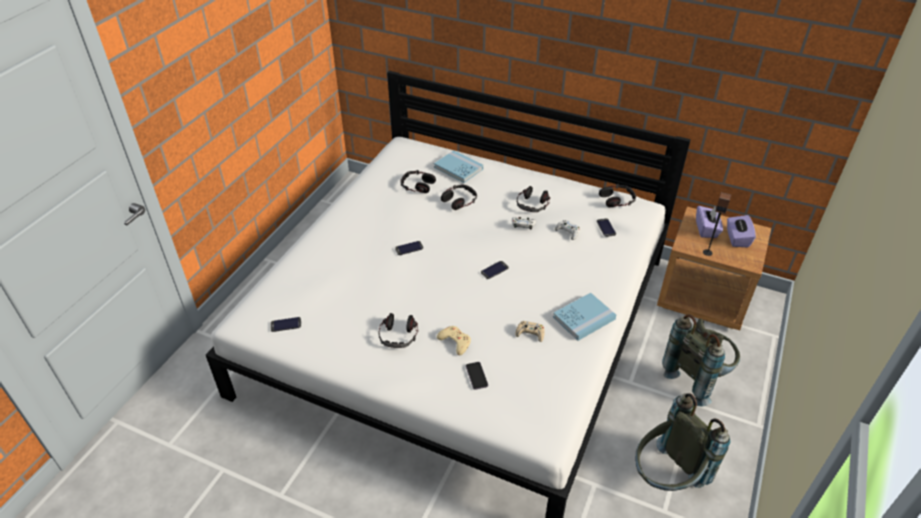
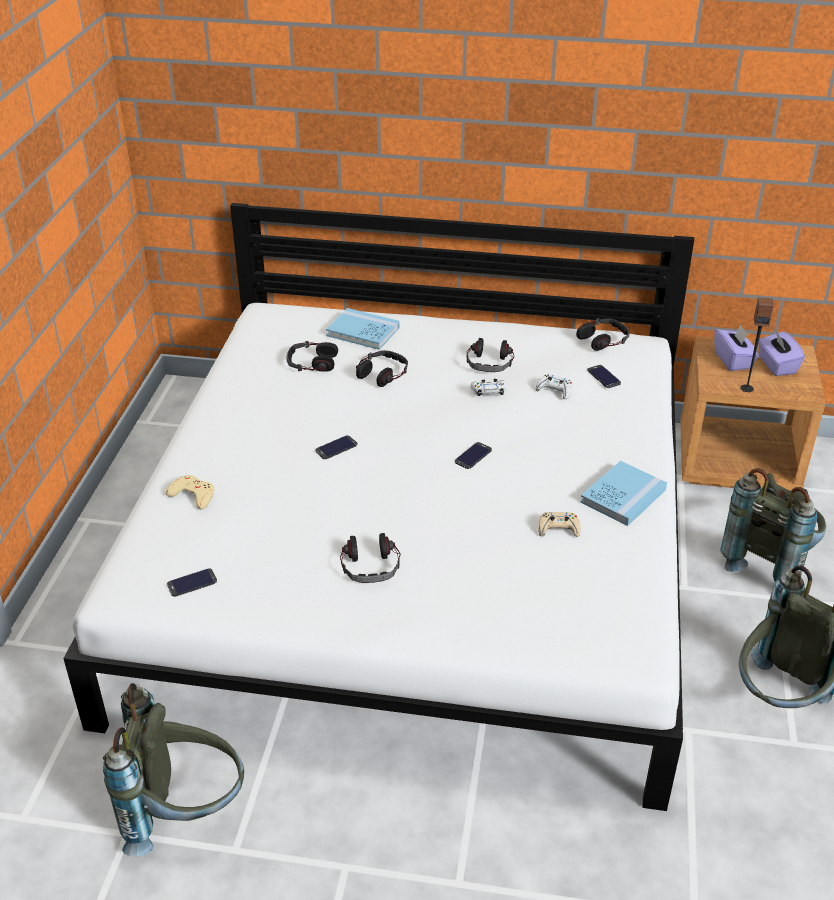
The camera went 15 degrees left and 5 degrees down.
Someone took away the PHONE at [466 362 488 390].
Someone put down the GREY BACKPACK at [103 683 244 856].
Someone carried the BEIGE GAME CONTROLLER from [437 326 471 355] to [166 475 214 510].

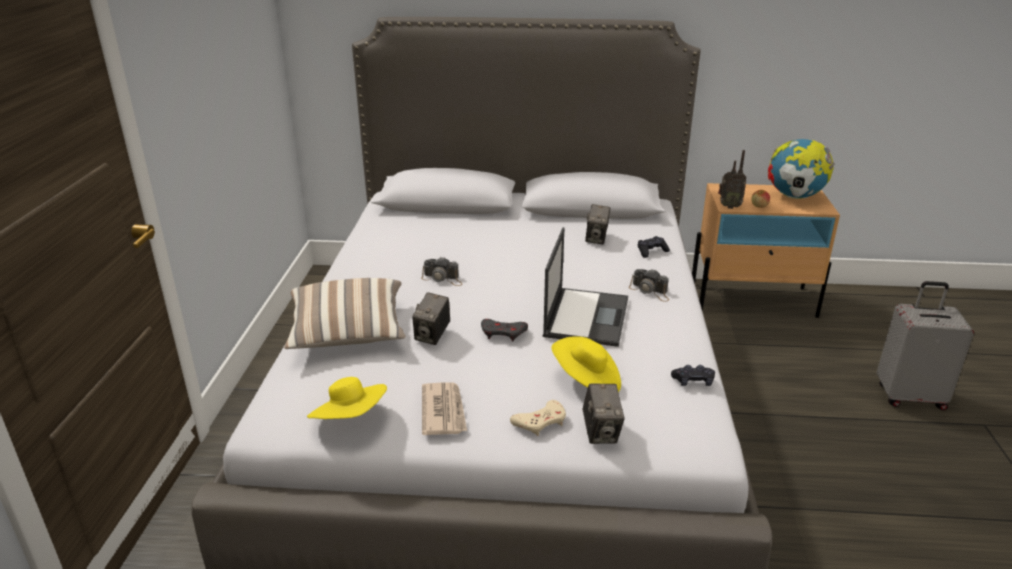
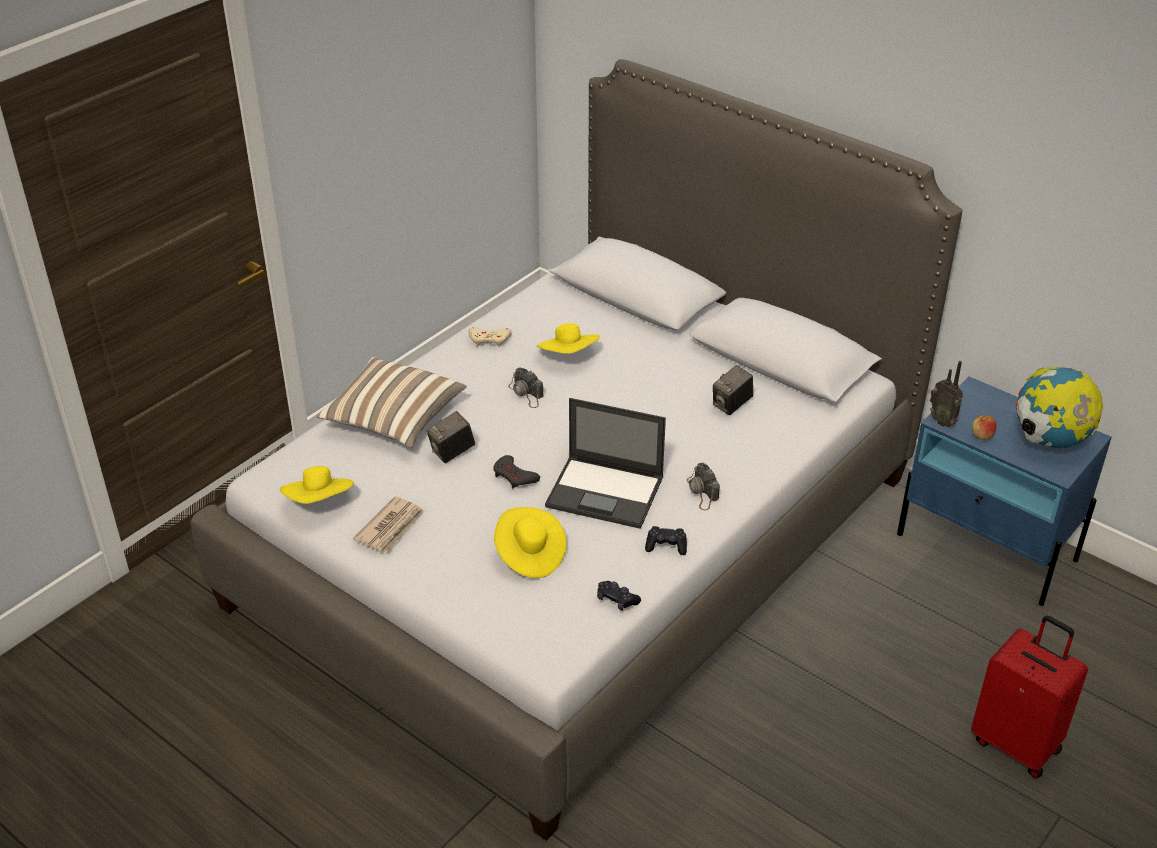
The camera went 35 degrees right and 10 degrees up.
Someone took away the PHOTO CAMERA at [582 384 625 444].
Someone put down the YELLOW HAT at [536 323 600 354].
Someone carried the BEIGE GAME CONTROLLER from [510 400 566 436] to [468 327 512 347].
Someone carried the BLACK GAME CONTROLLER from [638 236 670 258] to [645 526 687 555].
Someone repainted the BEIGE NIGHTSTAND at [692 183 840 318], which became the BLUE NIGHTSTAND at [897 376 1112 606].
Someone repainted the GREY SUITCASE at [877 281 974 410], which became the RED SUITCASE at [971 616 1088 778].
Someone rotated the LAPTOP at [543 227 628 347] by 60 degrees clockwise.

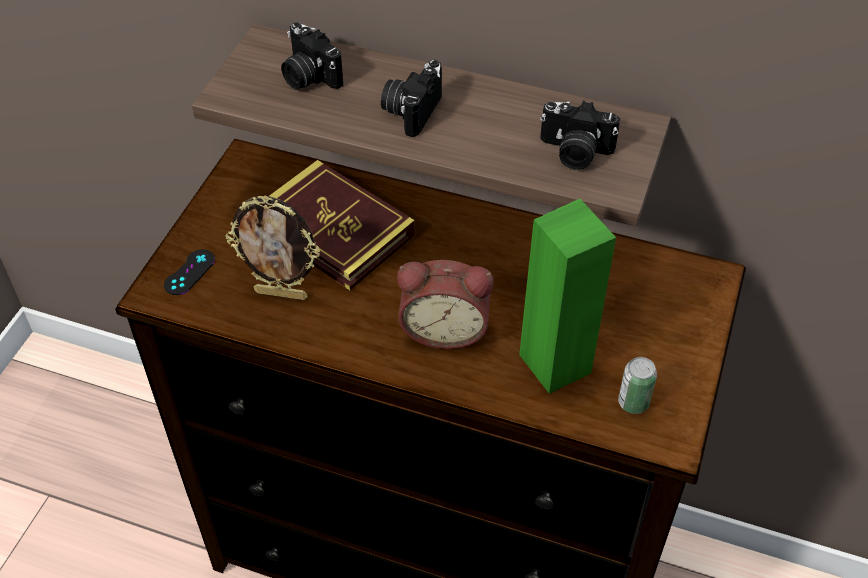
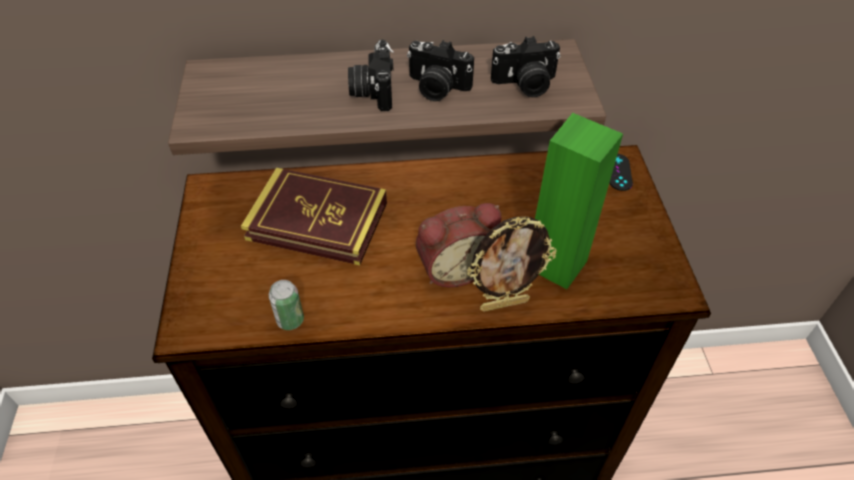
The camera went 25 degrees left and 0 degrees up.
Someone carried the BLACK GAME CONTROLLER from [164 249 215 295] to [609 154 633 191].
Someone carried the PICTURE FRAME from [225 195 320 300] to [467 217 557 312].
Someone carried the PHOTO CAMERA from [281 22 343 90] to [407 40 474 101].
Someone carried the CAN from [618 357 657 414] to [269 280 304 330].

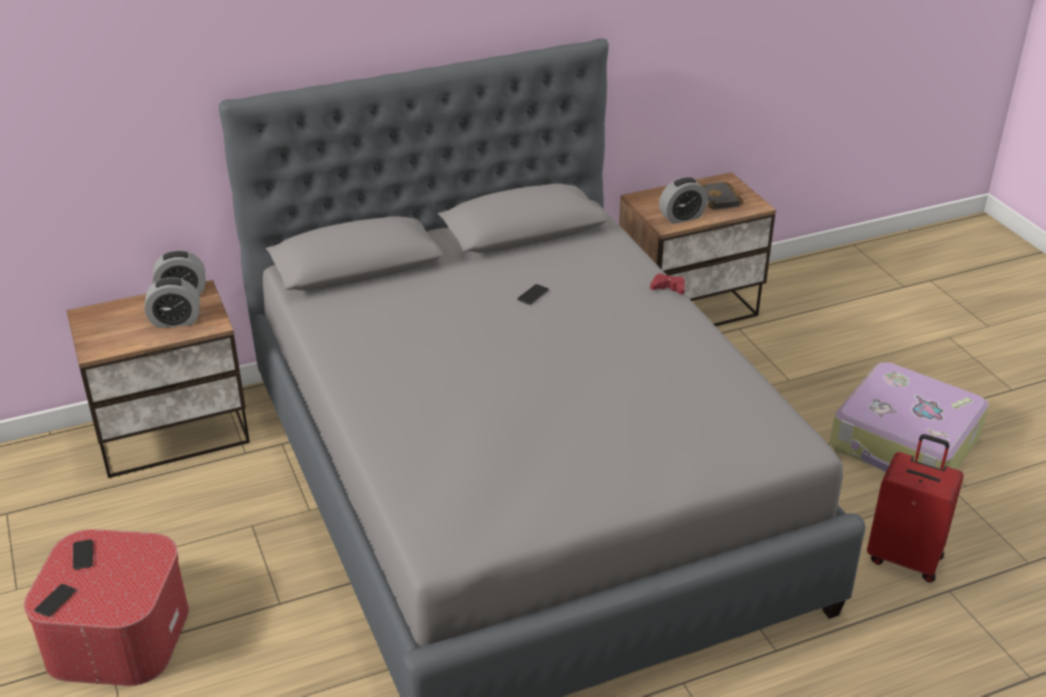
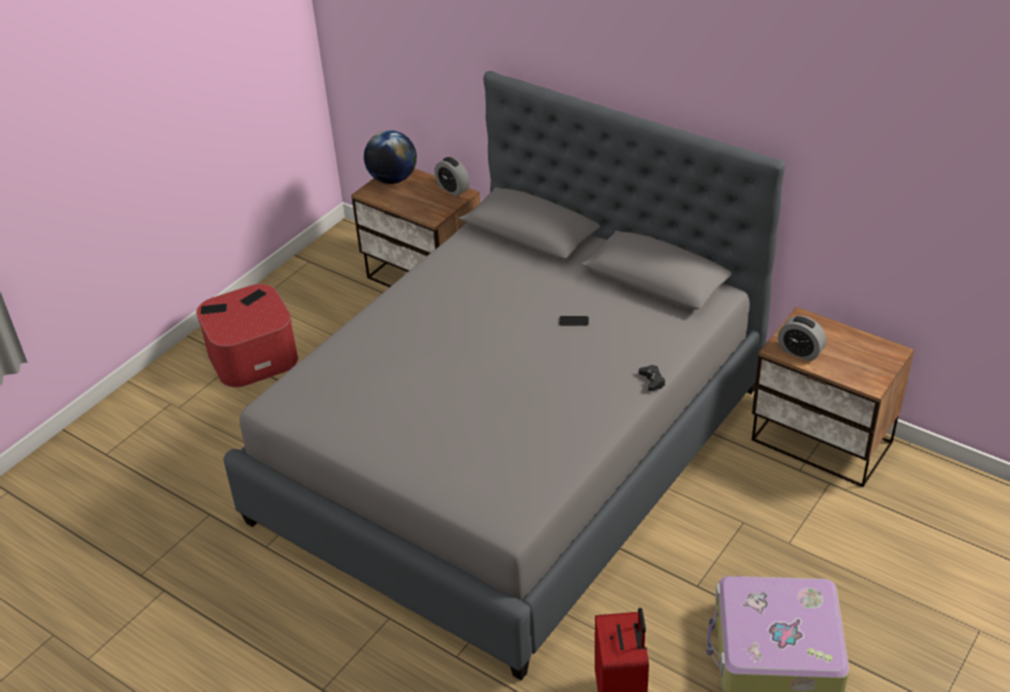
The camera went 60 degrees right and 5 degrees up.
Someone took away the ALARM CLOCK at [145 278 200 328].
Someone took away the BLACK BOOK at [701 182 744 210].
Someone put down the GLOBE at [364 130 417 184].
Someone repainted the RED GAME CONTROLLER at [650 273 685 295], which became the BLACK GAME CONTROLLER at [639 365 665 391].

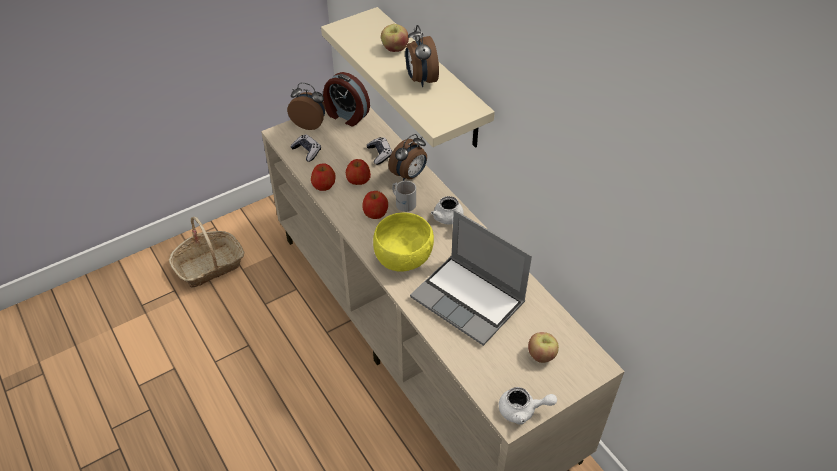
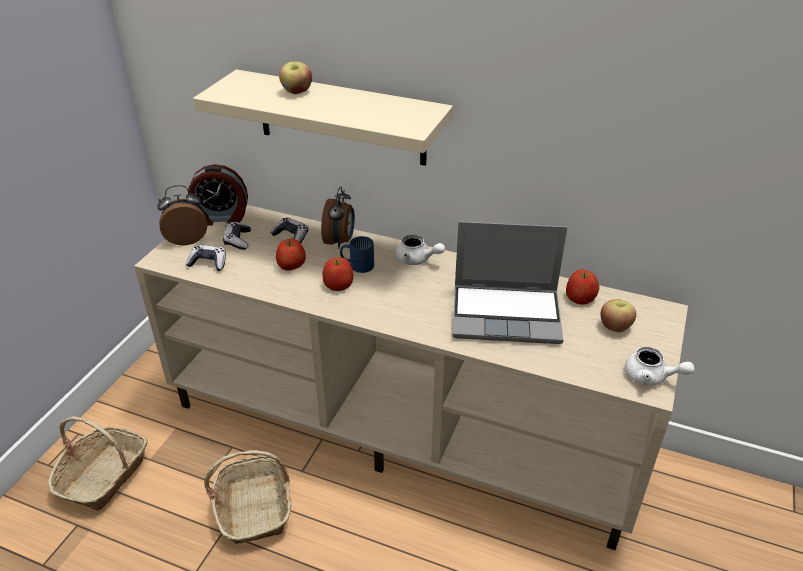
The camera went 35 degrees left and 10 degrees down.
Someone took away the YELLOW BOWL at [373 213 434 272].
Someone took away the ALARM CLOCK at [405 25 439 87].
Someone put down the BASKET at [204 450 292 544].
Someone put down the GAME CONTROLLER at [223 222 251 250].
Someone carried the APPLE from [311 163 335 191] to [566 270 599 305].
Someone repainted the WHITE MUG at [392 181 416 212], which became the BLUE MUG at [340 236 374 273].
Someone rotated the WHITE TEAPOT at [499 387 557 424] by 60 degrees clockwise.

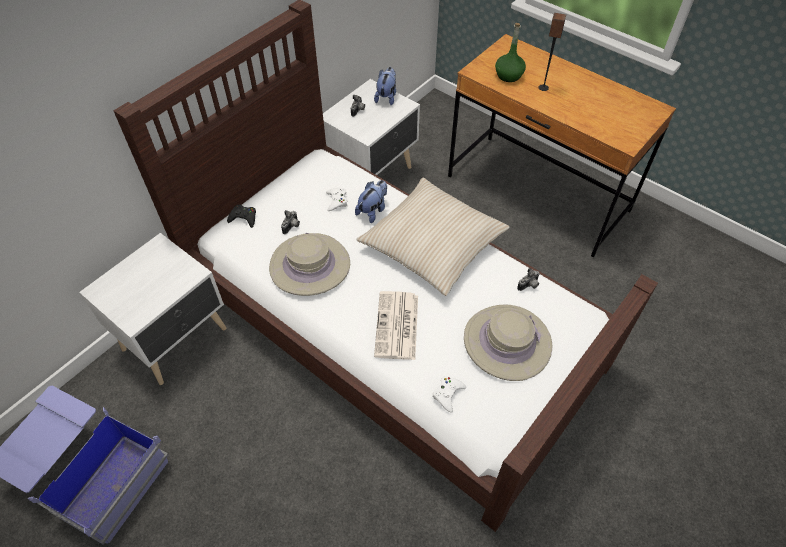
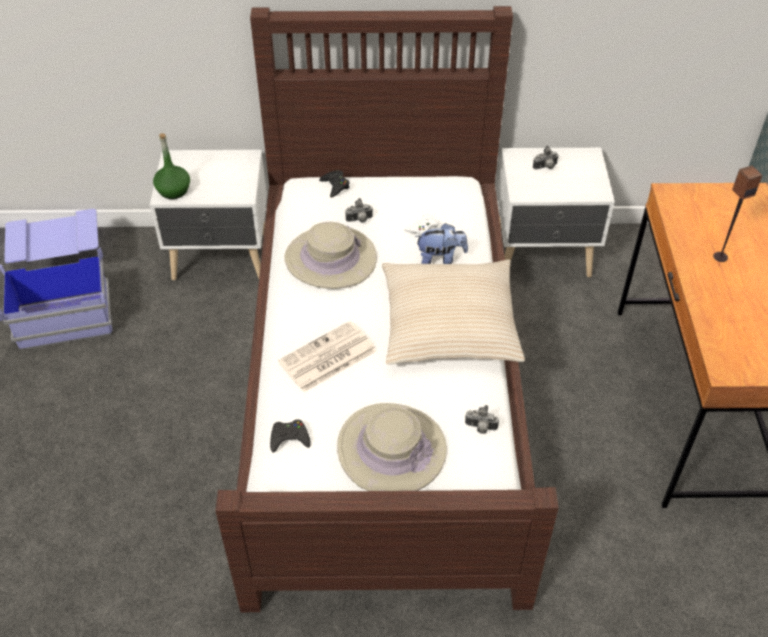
The camera went 50 degrees right and 5 degrees down.
Someone took away the PLUSH TOY at [374 67 396 106].
Someone carried the GREEN BOTTLE from [495 23 526 82] to [153 133 190 199].
Someone repainted the WHITE GAME CONTROLLER at [432 376 466 413], which became the BLACK GAME CONTROLLER at [270 419 311 453].

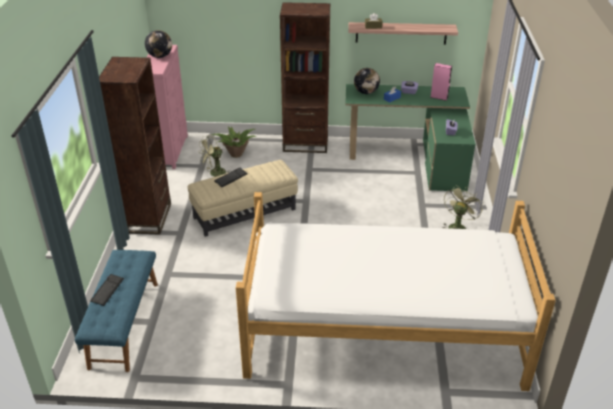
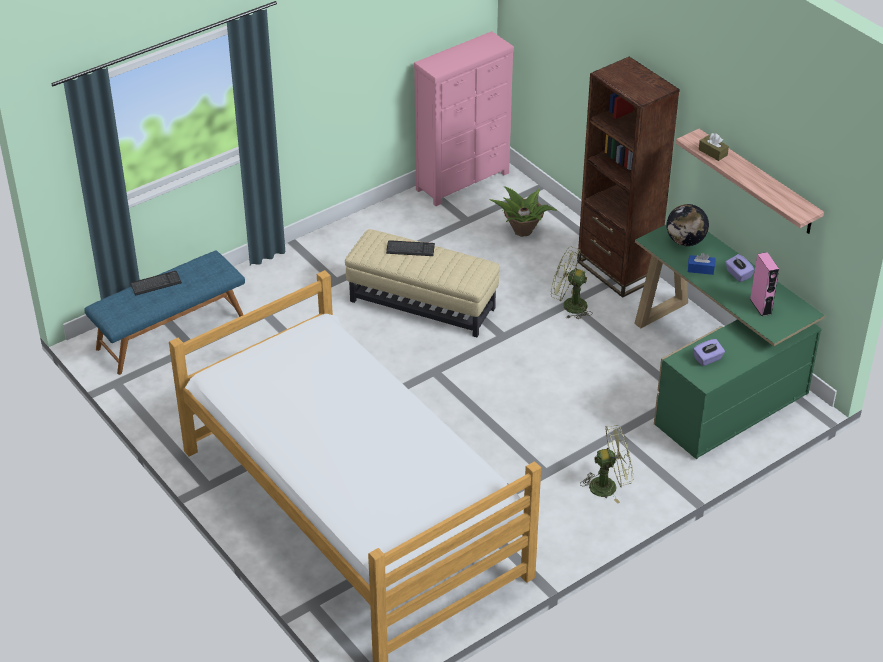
The camera went 50 degrees right and 5 degrees up.
Someone took away the BROWN BOOKCASE at [99 57 171 235].
Someone took away the GLOBE at [145 30 172 58].
Someone carried the GREEN FAN from [198 135 231 177] to [551 246 593 319].

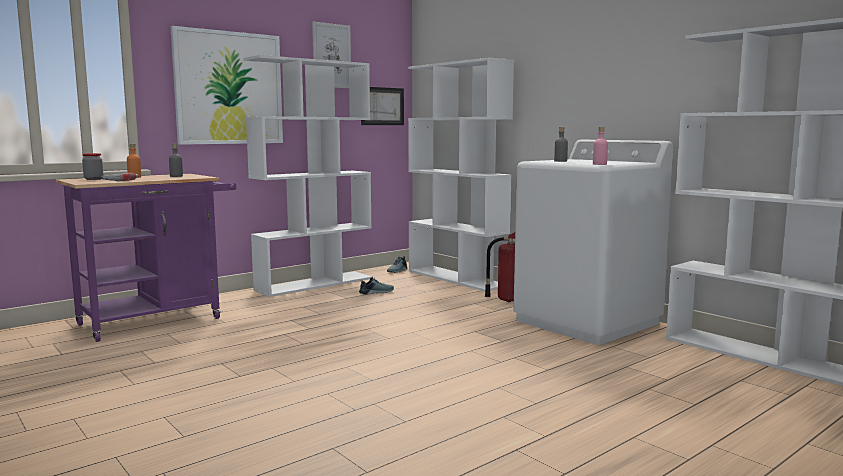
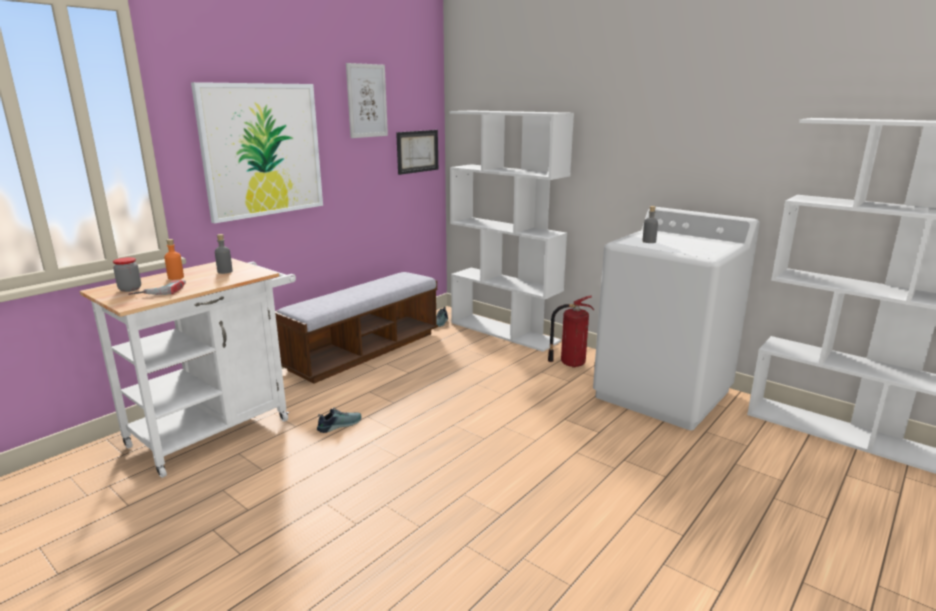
The camera went 10 degrees left and 10 degrees up.
Someone took away the PINK BOTTLE at [593 127 608 165].
Someone carried the SHOE from [359 277 394 295] to [317 408 362 433].
Someone swapped the WHITE BOOKCASE at [243 55 372 297] for the BENCH at [275 272 438 384].
Someone repainted the PURPLE CART at [56 174 236 342], which became the WHITE CART at [80 258 296 478].

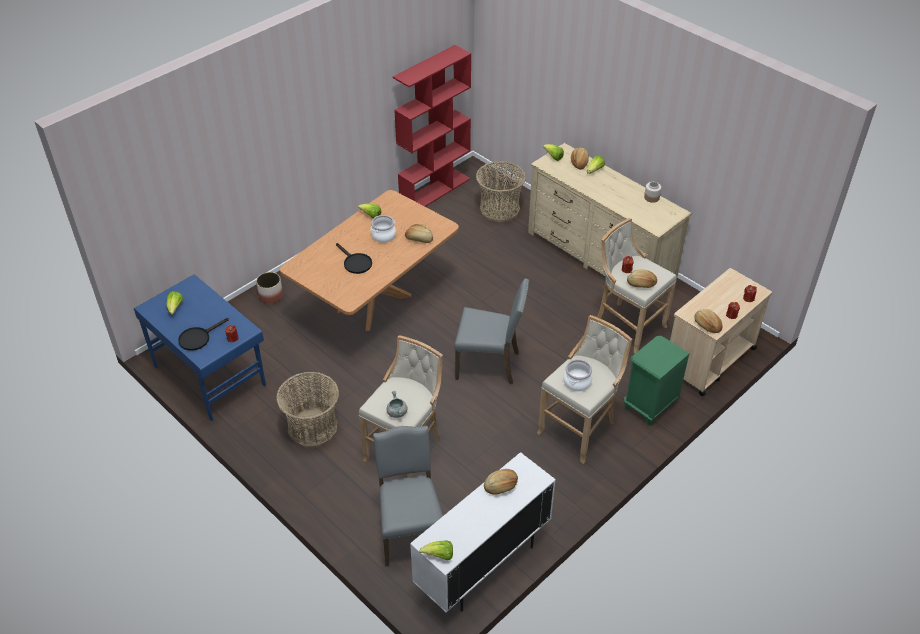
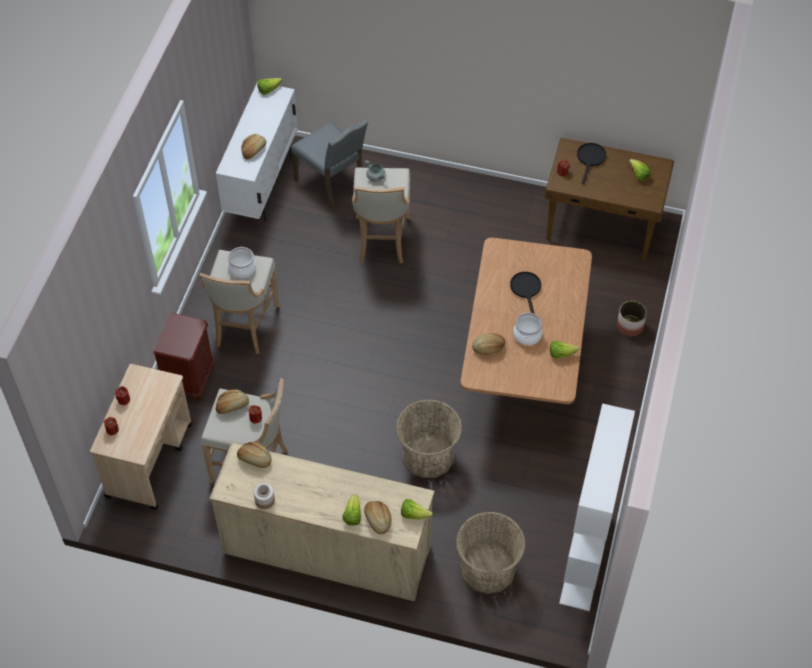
The camera went 150 degrees right and 10 degrees up.
Someone took away the GREY CHAIR at [454 278 529 384].
Someone carried the BASKET from [276 372 339 448] to [396 399 462 478].
Someone carried the BREAD from [694 309 722 333] to [237 442 272 468].
Someone repainted the BLUE DESK at [134 274 266 421], which became the BROWN DESK at [545 138 674 261].
Someone repainted the RED BOOKCASE at [393 45 471 207], which became the WHITE BOOKCASE at [559 403 635 611].
Someone repainted the GREEN NIGHTSTAND at [624 336 690 425], which became the BROWN NIGHTSTAND at [154 313 215 402].
Someone rotated the BLACK FRYING PAN at [336 243 372 274] by 60 degrees clockwise.

